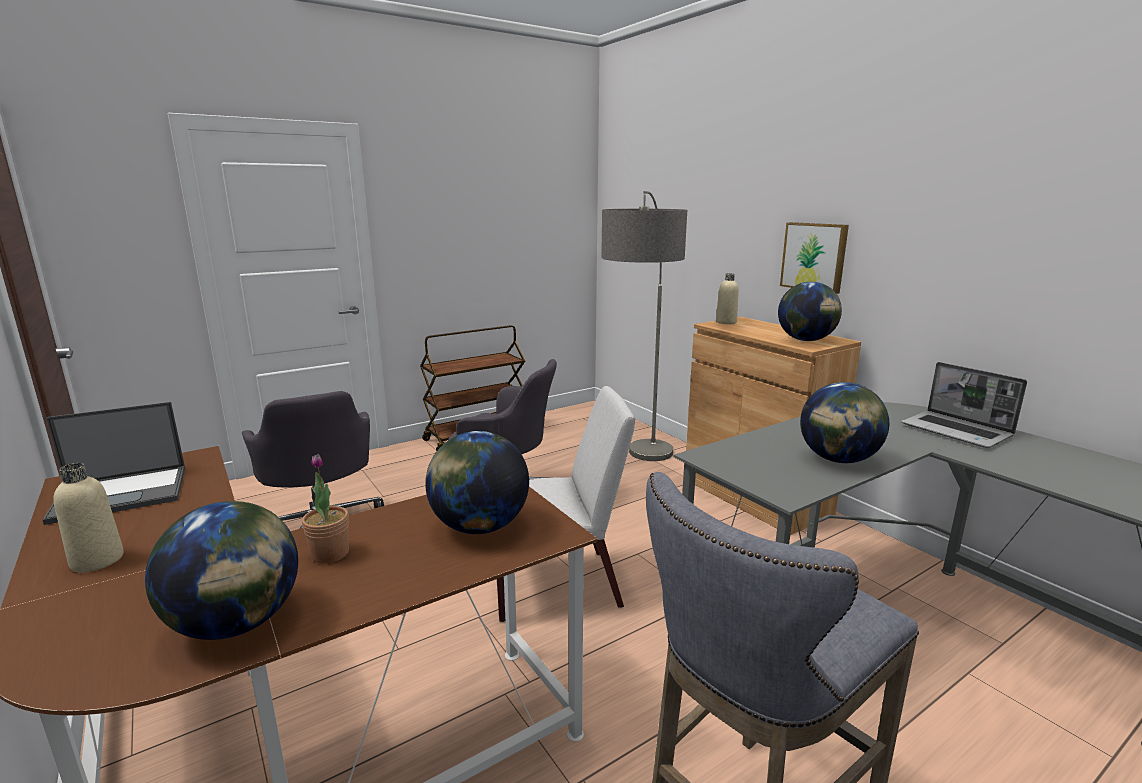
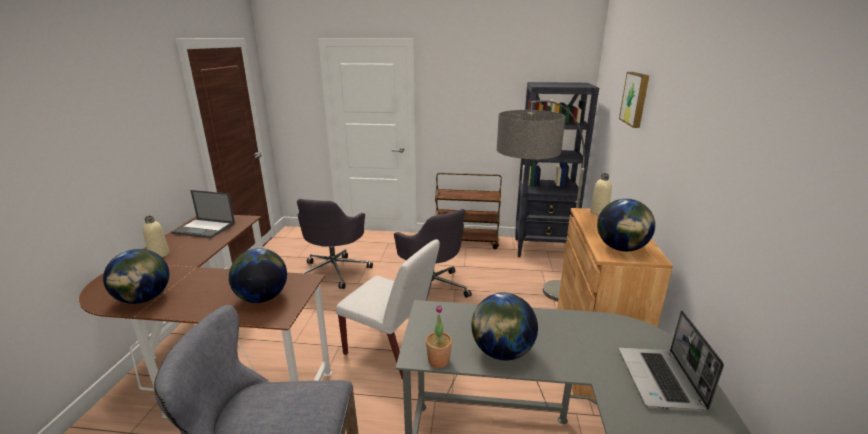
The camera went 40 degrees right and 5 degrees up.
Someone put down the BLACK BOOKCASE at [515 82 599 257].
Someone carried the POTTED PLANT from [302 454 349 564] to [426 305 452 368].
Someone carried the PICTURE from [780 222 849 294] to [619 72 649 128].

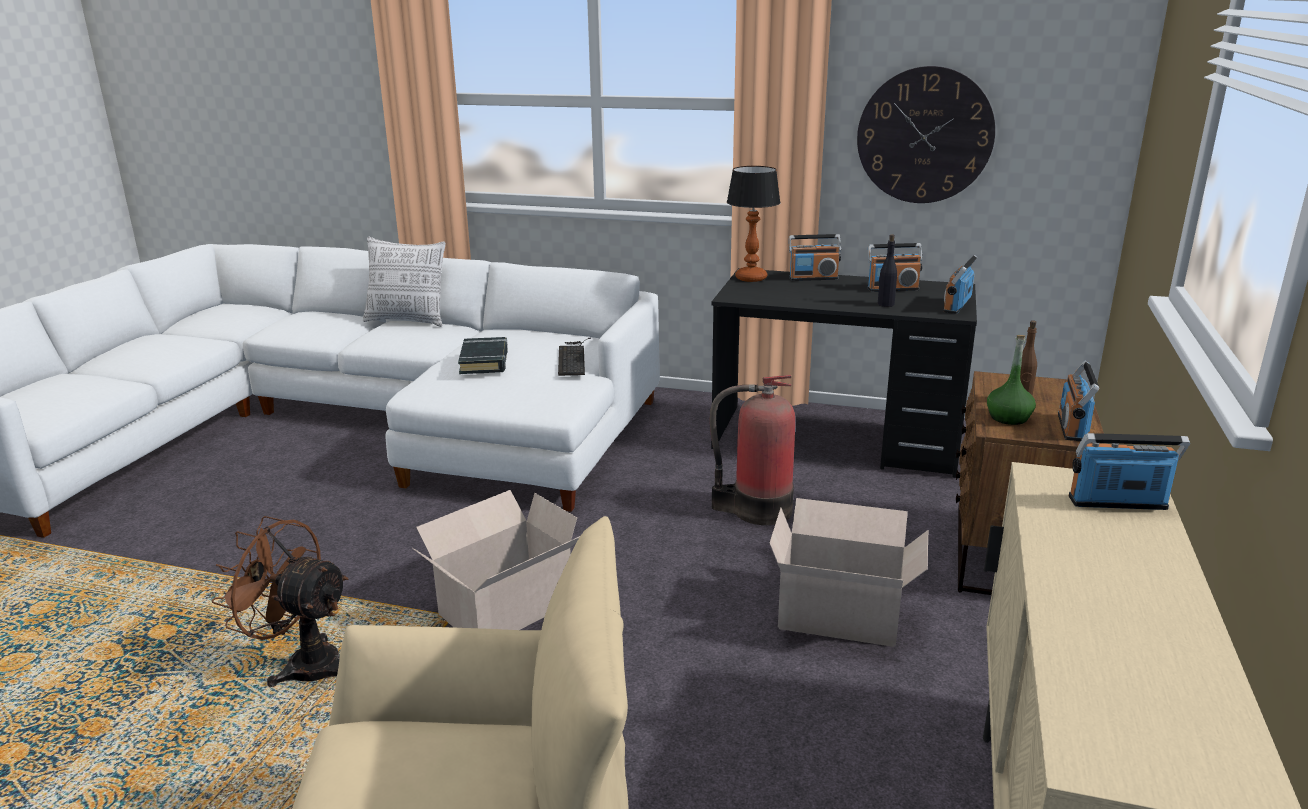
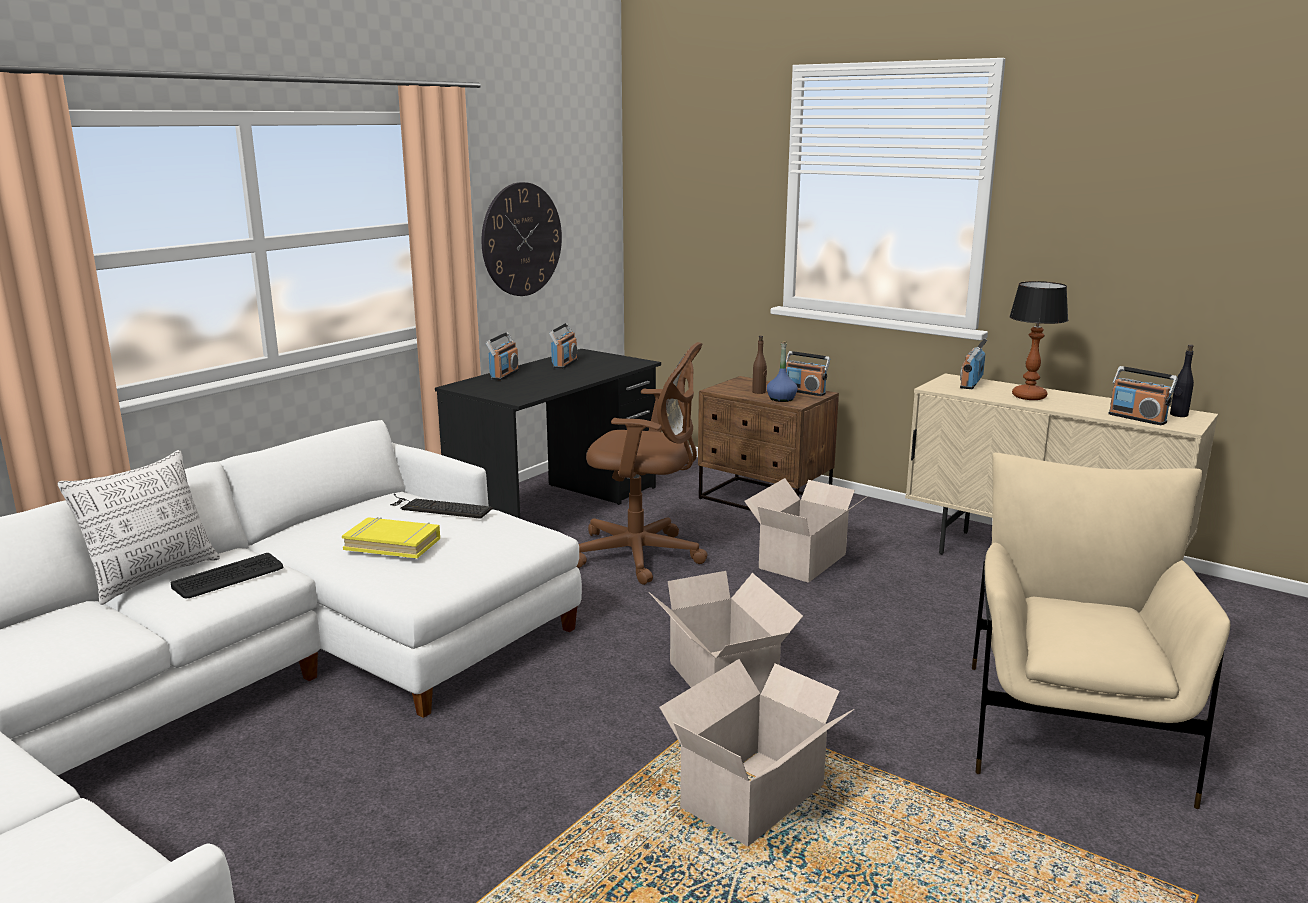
The camera went 70 degrees left and 5 degrees down.
Someone put down the KEYBOARD at [170 553 283 599].
Someone carried the TABLE LAMP from [727 166 781 282] to [1009 281 1068 400].
Someone carried the BLACK BOTTLE from [878 234 897 307] to [1170 344 1194 417].
Someone carried the RADIO from [943 255 977 314] to [1108 366 1178 425].
Someone swapped the BROWN FAN at [212 516 348 687] for the CARDBOARD BOX at [659 659 854 846].
Someone swapped the FIRE EXTINGUISHER at [710 375 795 525] for the BROWN OFFICE CHAIR at [576 342 708 585].
Someone repainted the BLACK BOOK at [458 337 508 374], which became the YELLOW BOOK at [342 517 440 558].
Someone repainted the GREEN BOTTLE at [987 335 1036 425], which became the BLUE BOTTLE at [767 341 798 402].

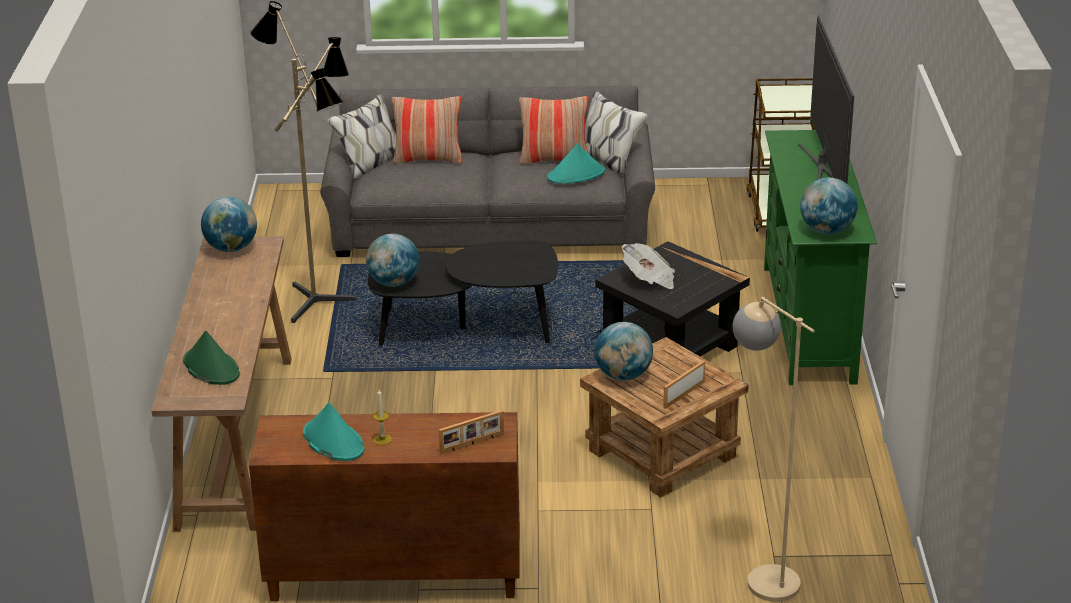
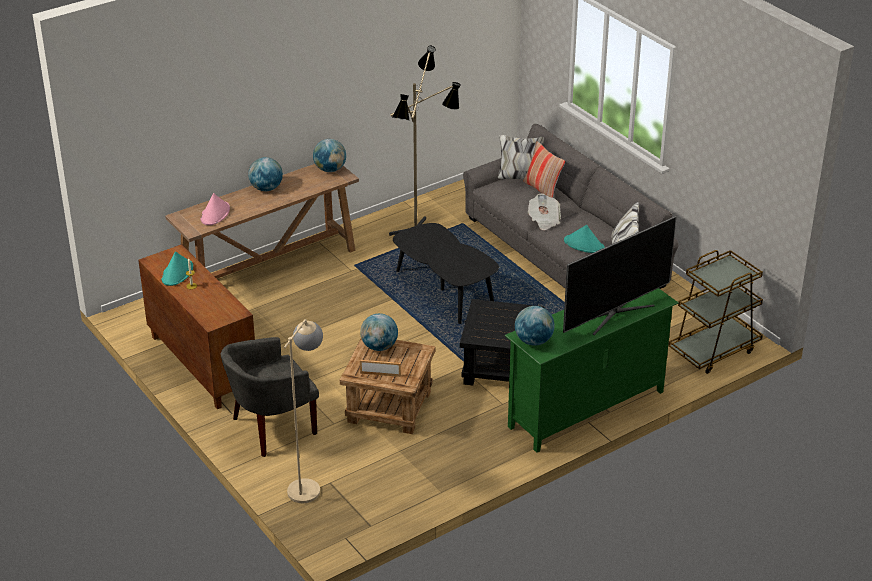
The camera went 55 degrees right and 5 degrees up.
Someone took away the PICTURE FRAME at [439 410 504 454].
Someone took away the PILLOW at [519 96 589 164].
Someone put down the GREY ARMCHAIR at [220 337 319 457].
Someone carried the GLOBE from [366 234 419 287] to [248 157 283 191].
Someone carried the NEWSPAPER from [622 243 675 289] to [528 194 561 230].
Someone repainted the GREEN HAT at [183 331 240 385], which became the PINK HAT at [200 193 230 225].

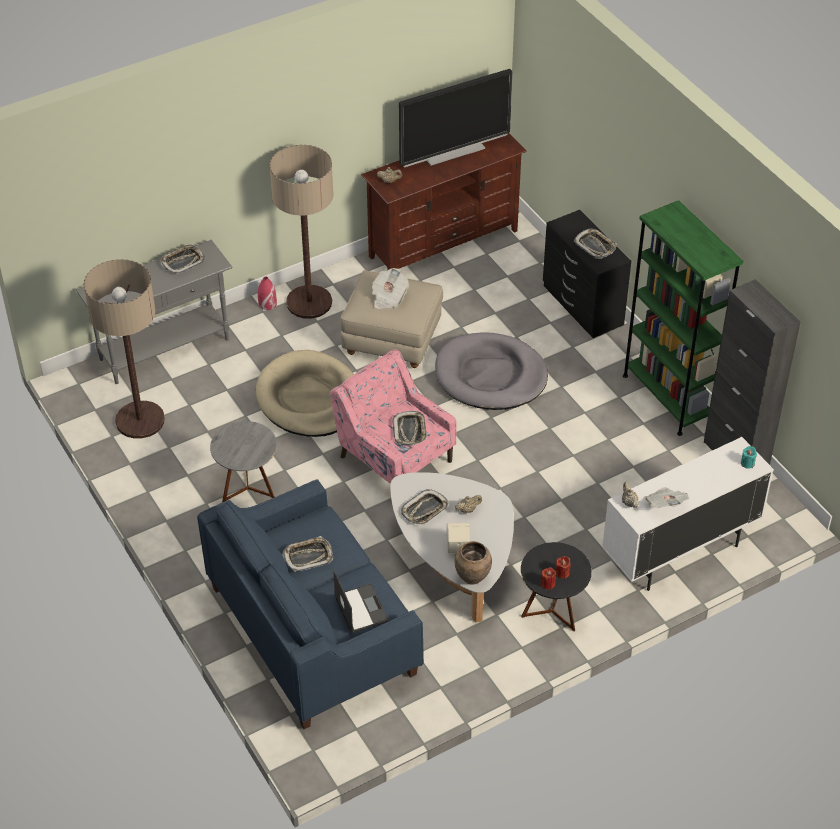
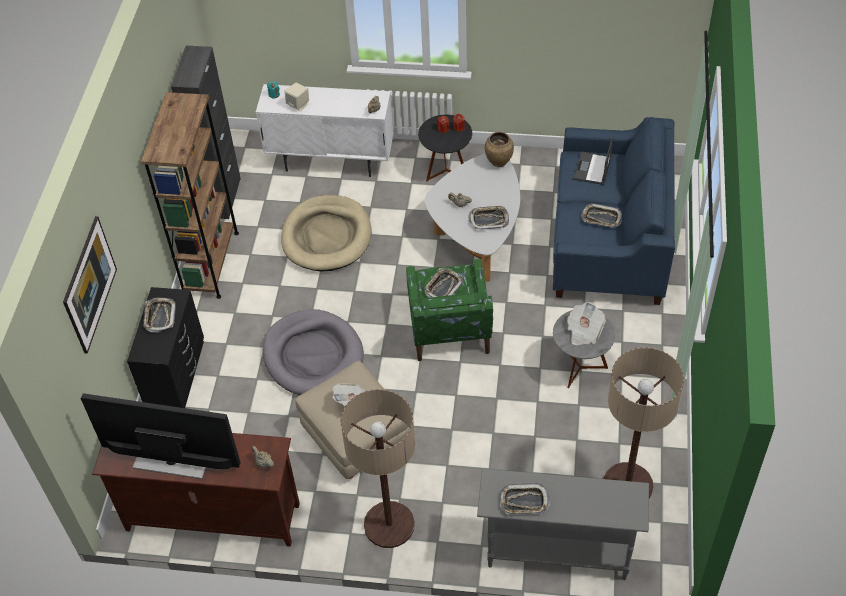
The camera went 140 degrees left and 5 degrees up.
Someone took away the RED VASE at [258 277 277 310].
Someone put up the PICTURE at [63 216 117 354].
Someone carried the BEIGE DOG BED from [256 350 354 437] to [281 195 371 272].
Someone carried the BEIGE SPEAKER from [447 523 469 556] to [285 82 309 112].
Someone carried the NEWSPAPER from [645 487 689 508] to [567 302 606 345].
Someone repainted the PINK ARMCHAIR at [330 349 457 484], which became the GREEN ARMCHAIR at [406 259 493 361].
Someone repainted the GREEN BOOKCASE at [623 200 743 436], which became the BROWN BOOKCASE at [141 92 239 299].

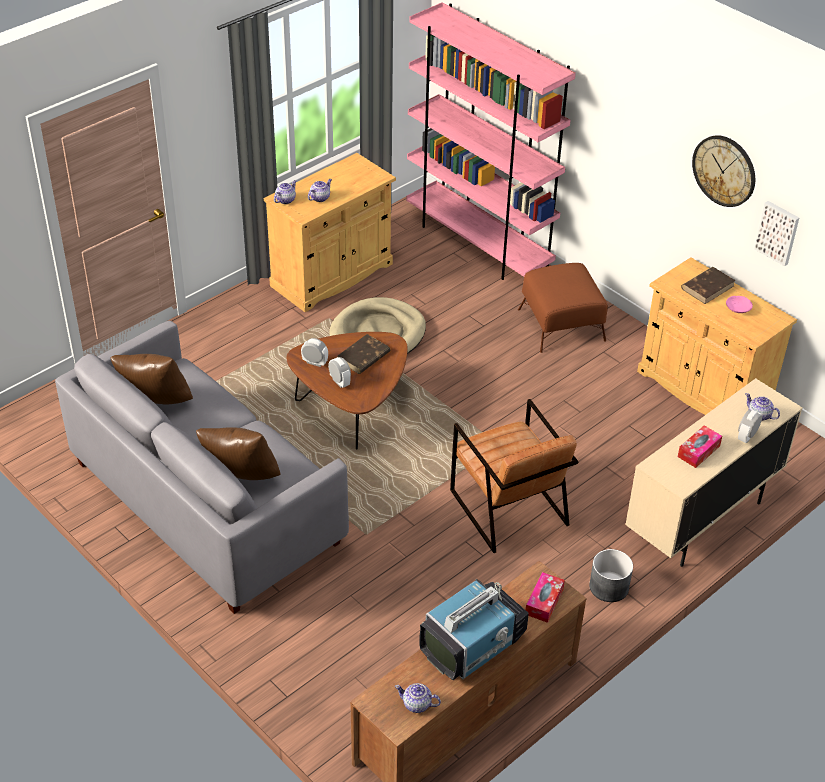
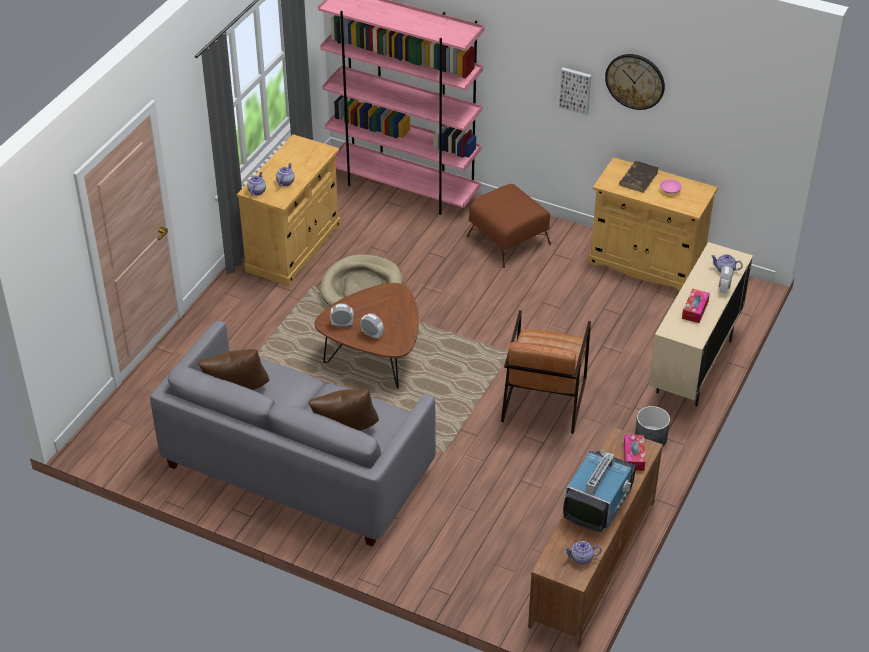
The camera went 20 degrees left and 0 degrees up.
Someone took away the BROWN BOOK at [338 334 390 374].
Someone carried the PICTURE from [754 201 799 266] to [559 67 591 116].
Someone rotated the BROWN ARMCHAIR at [450 399 579 553] by 60 degrees clockwise.

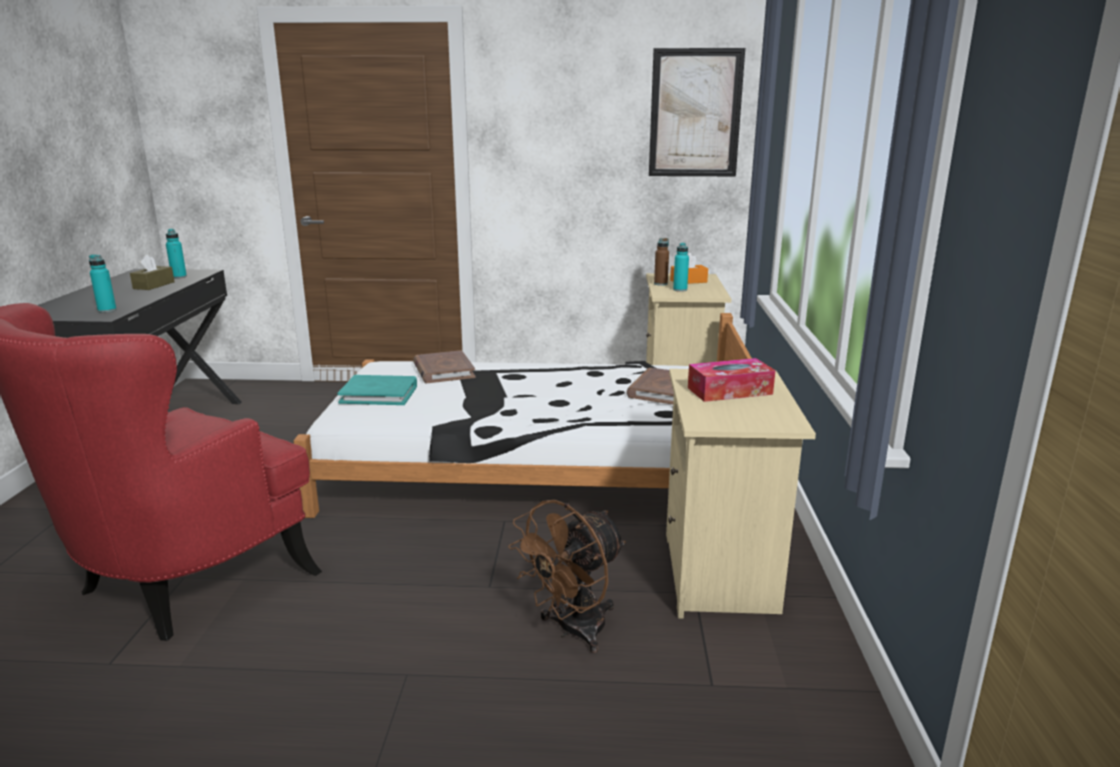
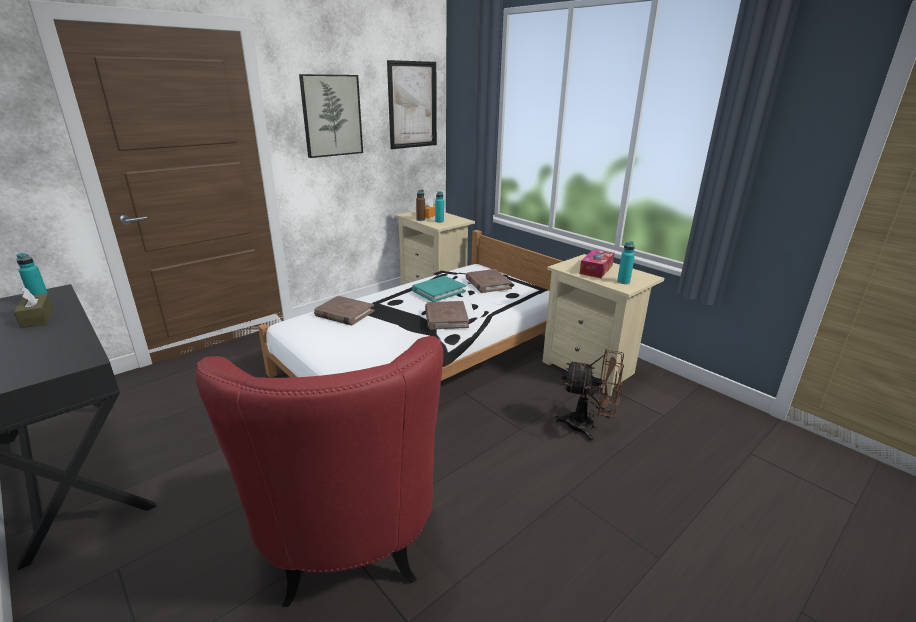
The camera went 45 degrees left and 5 degrees up.
Someone put up the PICTURE at [299 74 363 158].
Someone put down the BROWN BOOK at [425 301 469 330].
Someone carried the TURQUOISE BOTTLE from [89 255 117 313] to [617 241 635 284].
Someone carried the TURQUOISE BOOK from [337 375 417 405] to [412 276 466 302].
Someone rotated the BROWN FAN at [508 500 626 653] by 75 degrees counterclockwise.

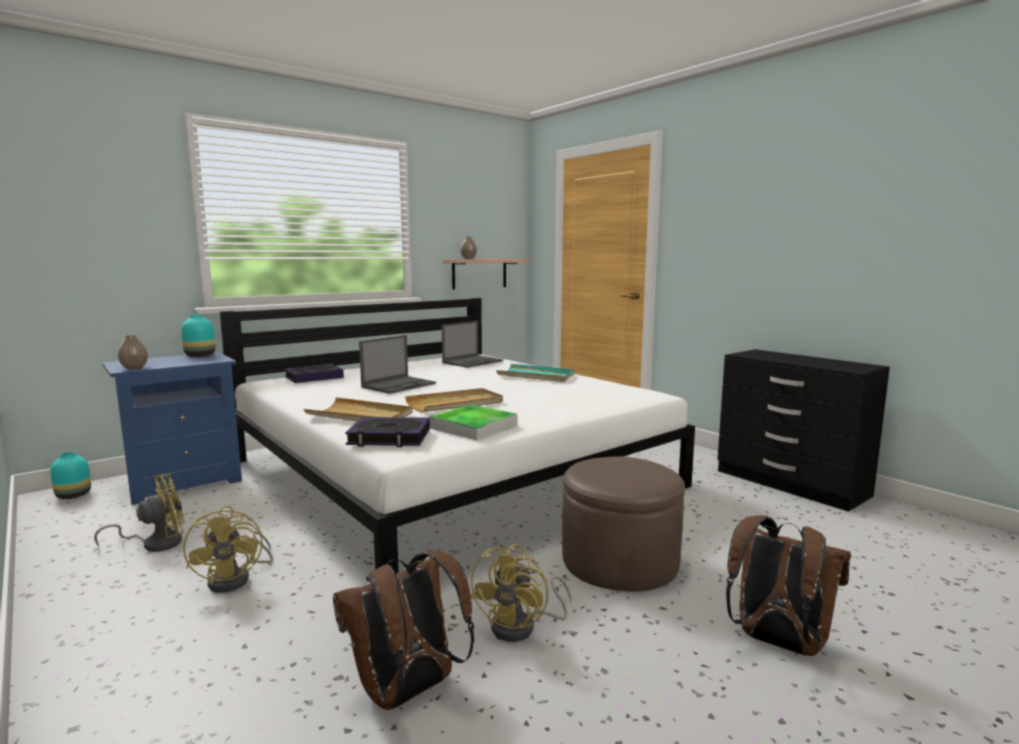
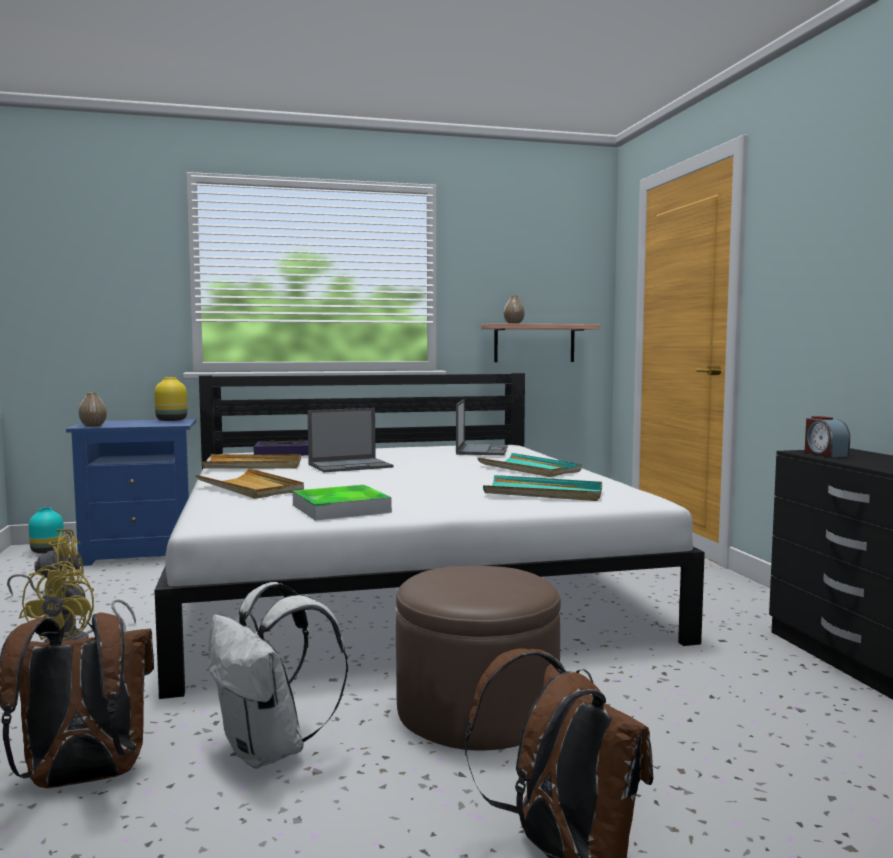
The camera went 25 degrees right and 5 degrees down.
Someone took away the BOOK at [345 417 430 447].
Someone put down the TURQUOISE TRAY at [483 475 602 501].
Someone put down the ALARM CLOCK at [805 416 850 457].
Someone carried the BEIGE TRAY from [405 388 503 412] to [202 454 301 469].
Someone swapped the YELLOW FAN at [471 544 571 642] for the WHITE BACKPACK at [208 582 348 769].
Someone repainted the TURQUOISE VASE at [181 314 215 357], which became the YELLOW VASE at [154 377 187 421].
Someone rotated the LAPTOP at [442 321 503 368] by 60 degrees counterclockwise.

